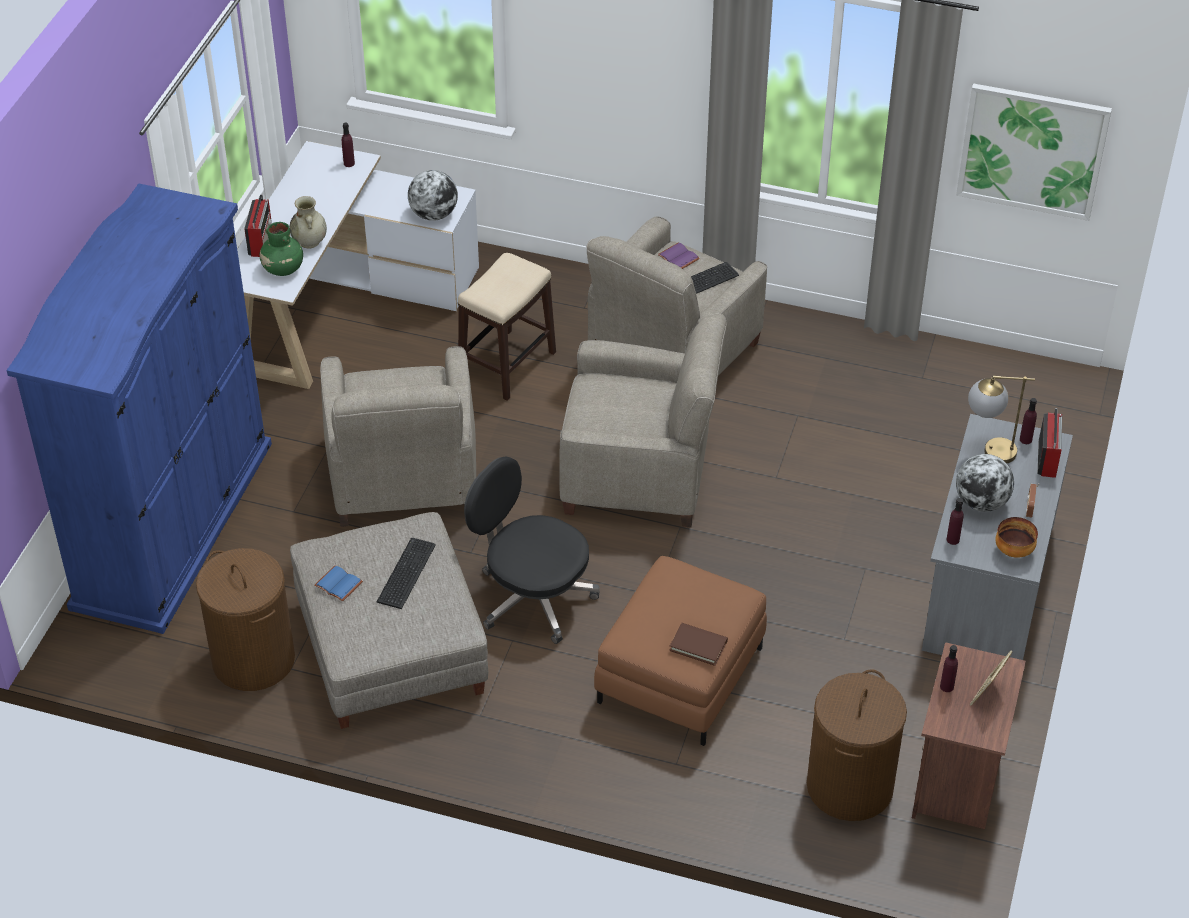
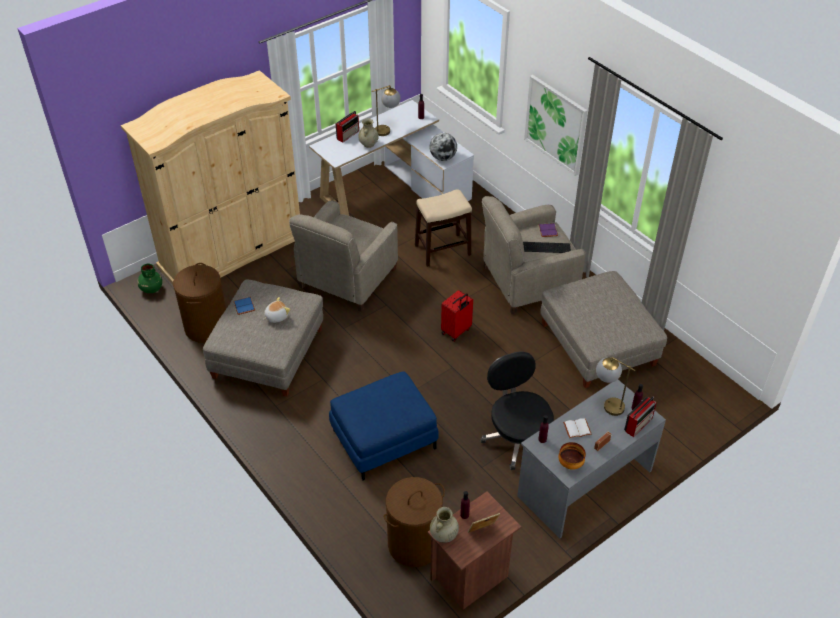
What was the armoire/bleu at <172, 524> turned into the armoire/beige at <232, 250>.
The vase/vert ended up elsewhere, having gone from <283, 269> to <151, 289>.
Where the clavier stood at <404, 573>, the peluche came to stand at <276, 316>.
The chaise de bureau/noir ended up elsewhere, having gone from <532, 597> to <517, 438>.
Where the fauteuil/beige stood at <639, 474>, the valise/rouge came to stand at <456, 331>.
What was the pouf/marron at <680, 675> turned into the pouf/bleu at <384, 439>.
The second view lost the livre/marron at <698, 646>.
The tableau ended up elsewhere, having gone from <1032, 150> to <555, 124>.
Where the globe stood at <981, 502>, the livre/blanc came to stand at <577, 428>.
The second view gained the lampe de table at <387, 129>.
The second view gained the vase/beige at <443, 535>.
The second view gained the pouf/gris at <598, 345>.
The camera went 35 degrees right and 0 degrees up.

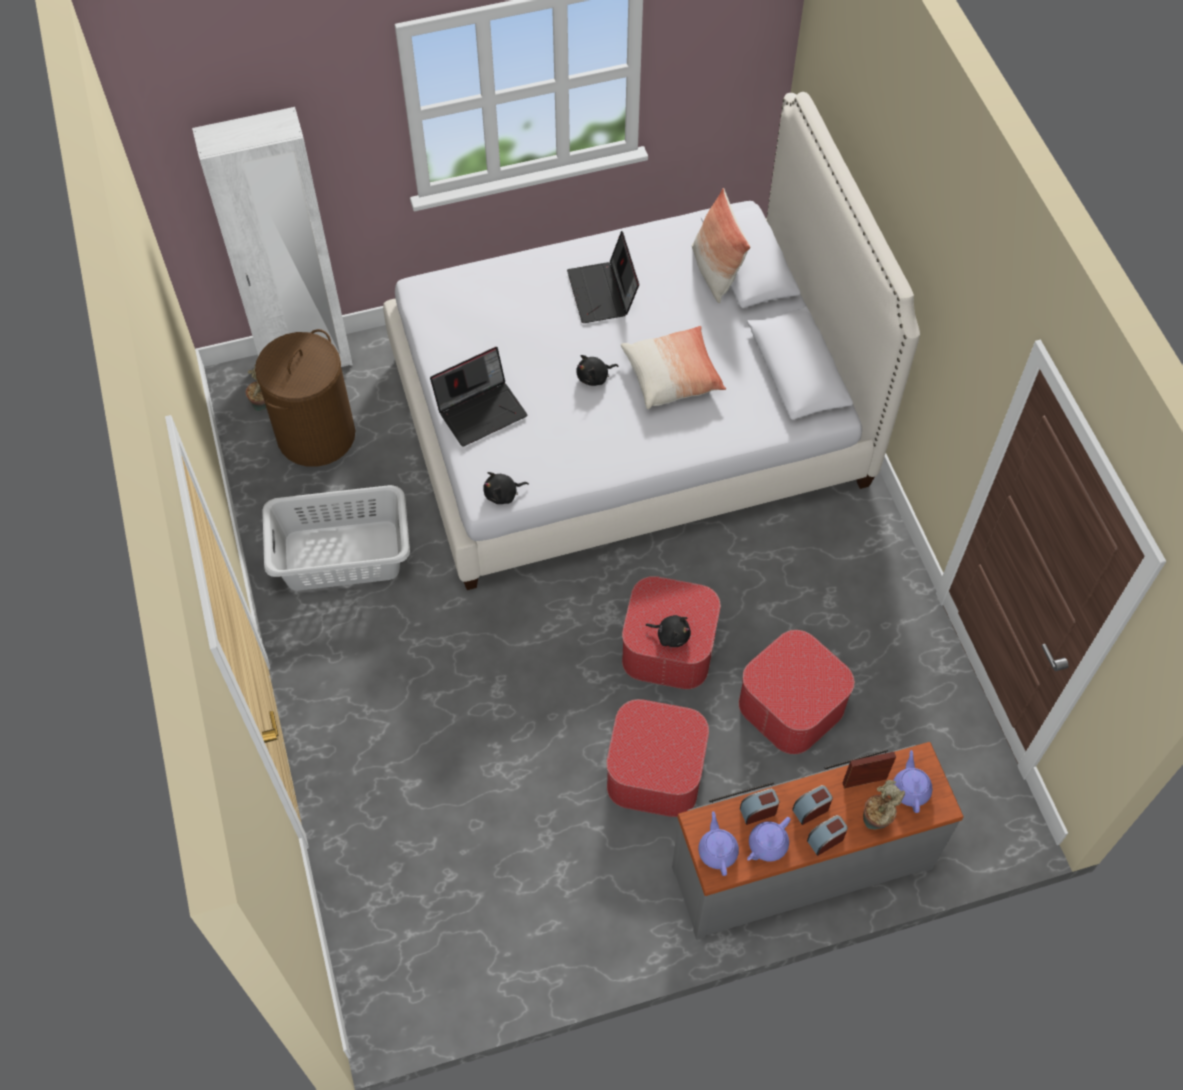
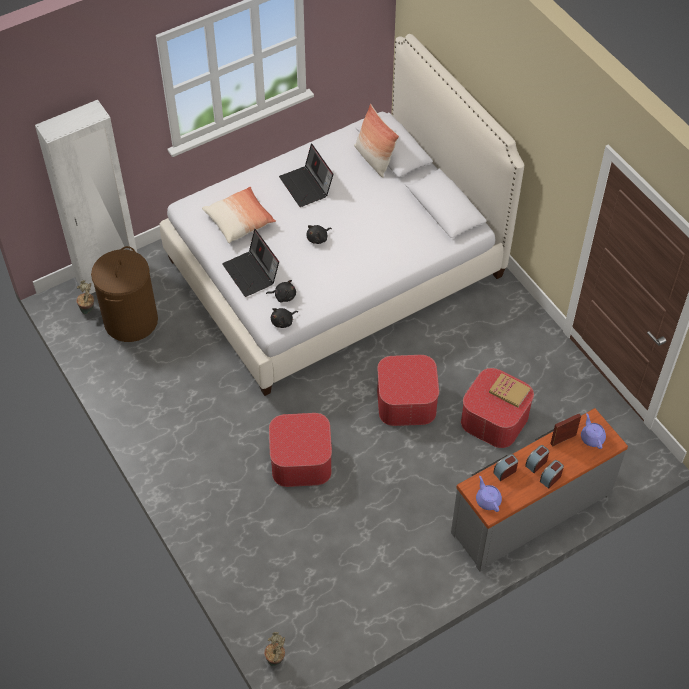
The second view lost the panier à linge/gris at <341, 555>.
The ordinateur portable at <481, 410> ended up facing another way, 105 degrees clockwise from before.
The pouf ended up elsewhere, having gone from <655, 770> to <301, 460>.
The coussin ended up elsewhere, having gone from <672, 376> to <239, 221>.
The peluche/noir ended up elsewhere, having gone from <671, 635> to <283, 296>.
The second view lost the théière/violet at <767, 845>.
The plante en pot ended up elsewhere, having gone from <877, 821> to <276, 660>.
The second view gained the livre at <509, 391>.
The camera went 15 degrees left and 5 degrees down.

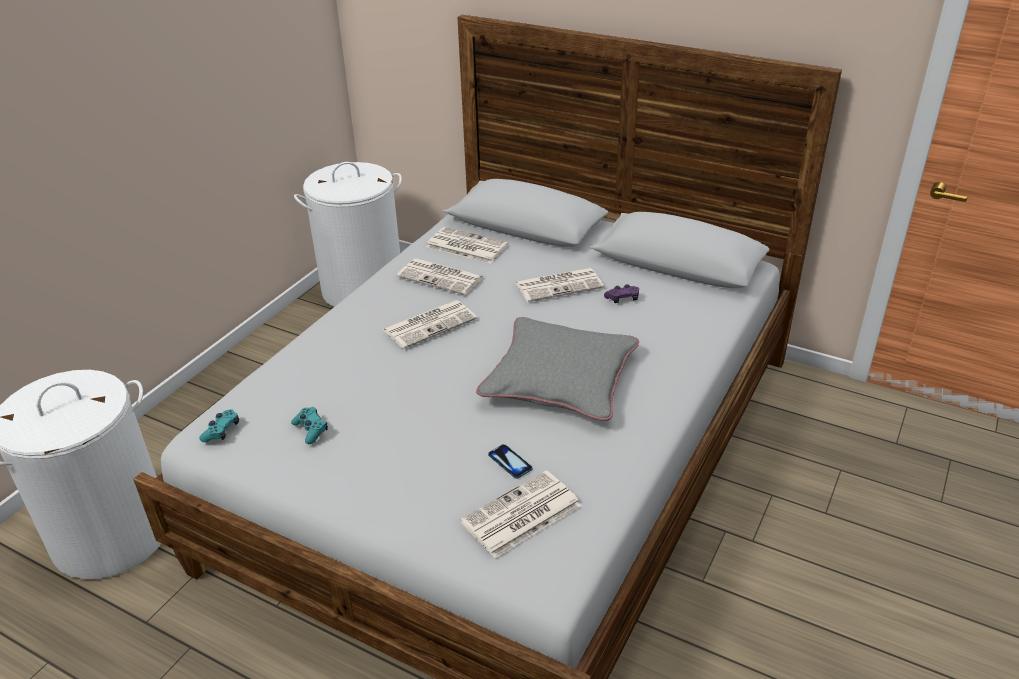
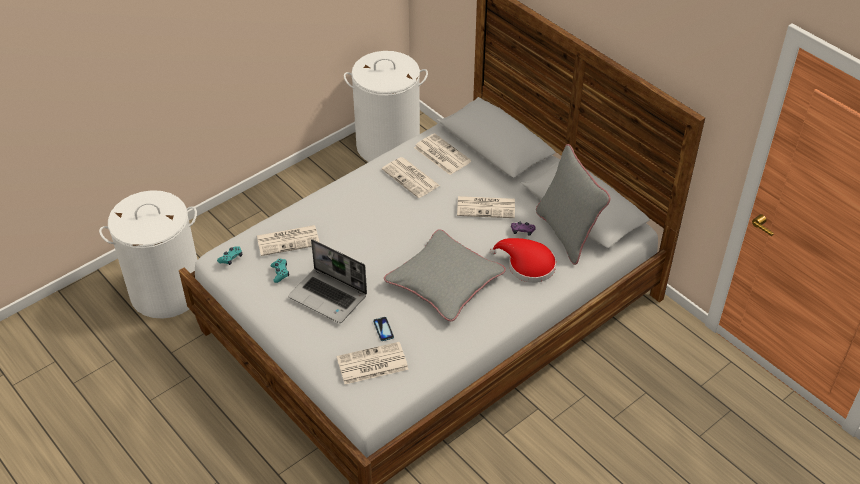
The journal ended up elsewhere, having gone from <430, 324> to <289, 240>.
The second view gained the ordinateur portable at <329, 296>.
The second view gained the chapeau/rouge at <527, 265>.
The second view gained the coussin/gris at <567, 233>.
The camera went 20 degrees right and 10 degrees up.

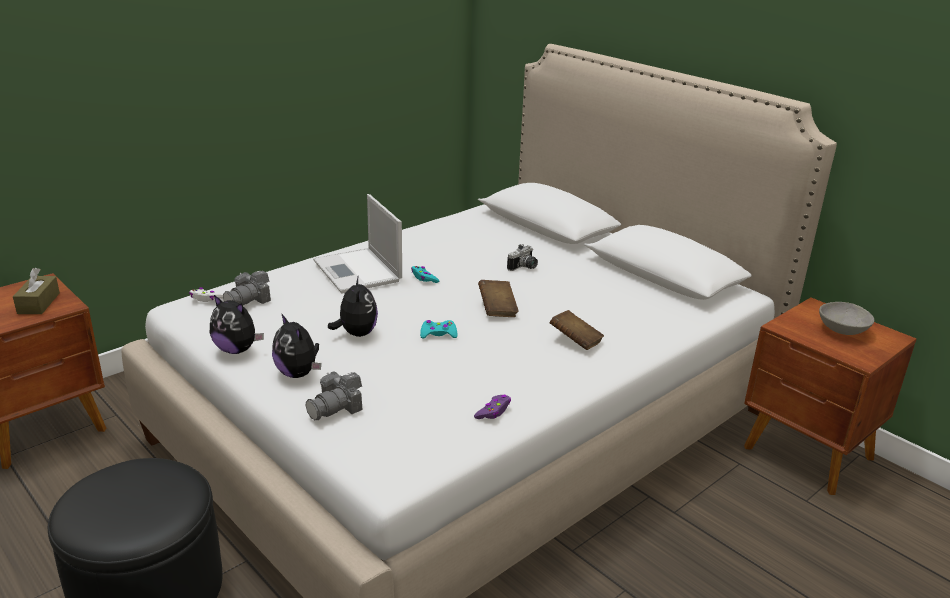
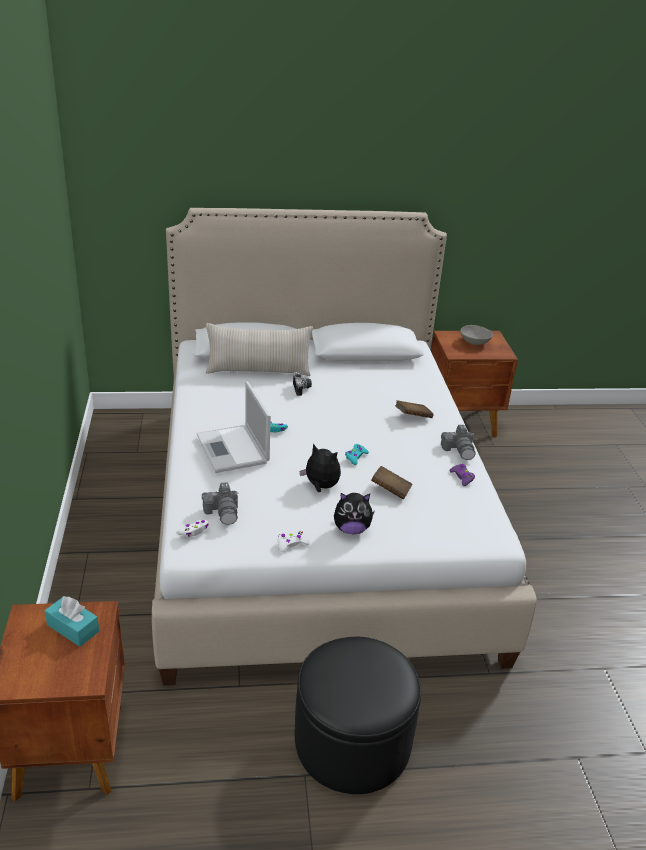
What was the boîte à mouchoirs/marron at <38, 303> turned into the boîte à mouchoirs/turquoise at <73, 628>.
Where the peluche stood at <237, 350>, the manette/blanc came to stand at <292, 543>.
The appareil photo ended up elsewhere, having gone from <336, 407> to <459, 450>.
The ordinateur portable at <358, 272> ended up facing another way, 60 degrees clockwise from before.
The livre/marron ended up elsewhere, having gone from <497, 309> to <390, 491>.
The second view gained the coussin/beige at <258, 371>.
The camera went 55 degrees left and 5 degrees up.

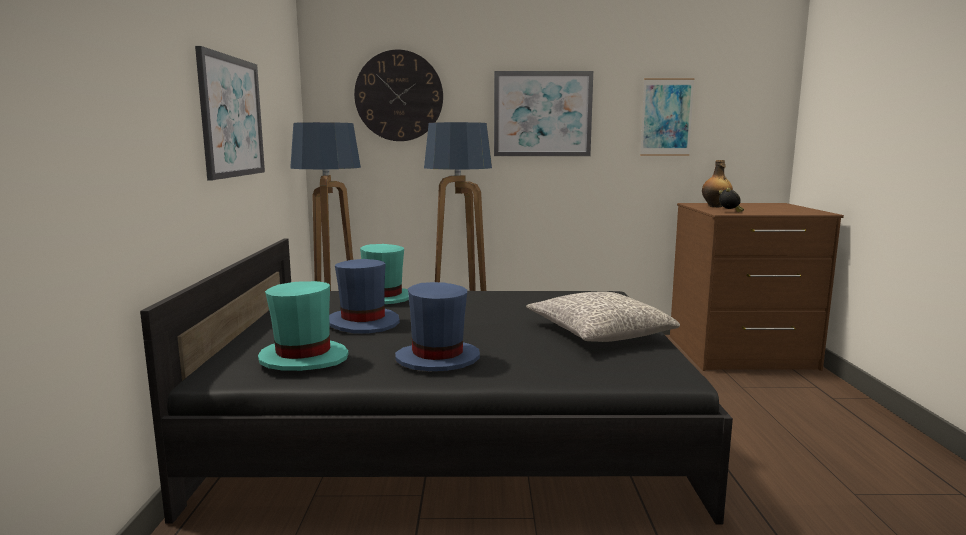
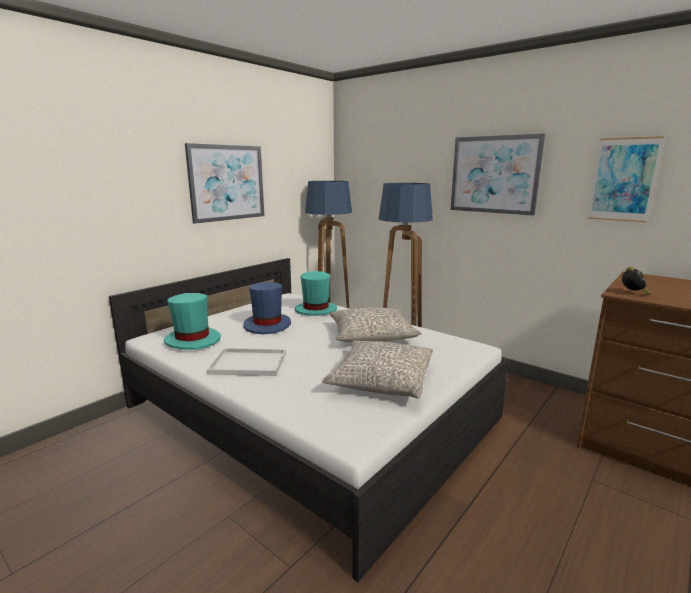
What was the lit/noir at <452, 427> turned into the lit/blanc at <310, 412>.
The second view lost the horloge murale at <399, 96>.
Where the chapeau/bleu stood at <437, 359>, the plateau/blanc came to stand at <246, 363>.
The second view lost the bouteille at <715, 206>.
The second view gained the coussin/gris at <372, 335>.
The camera went 40 degrees right and 5 degrees up.

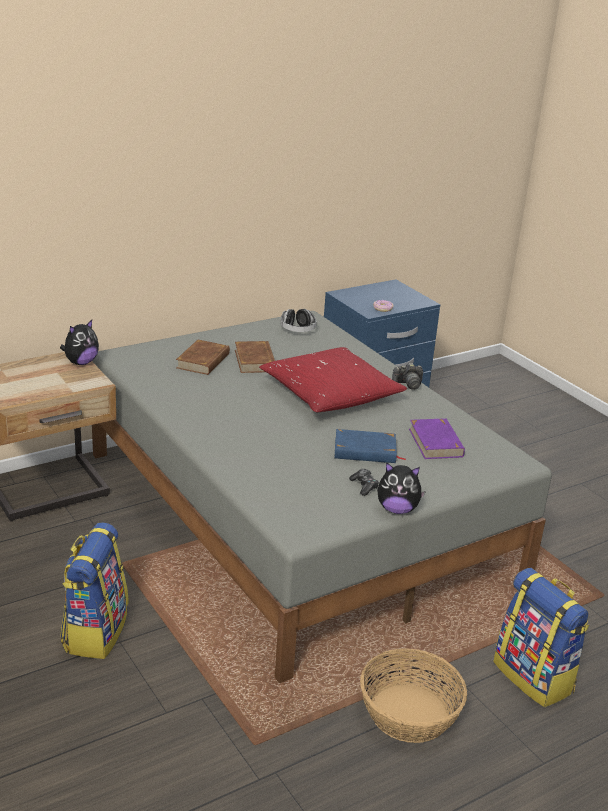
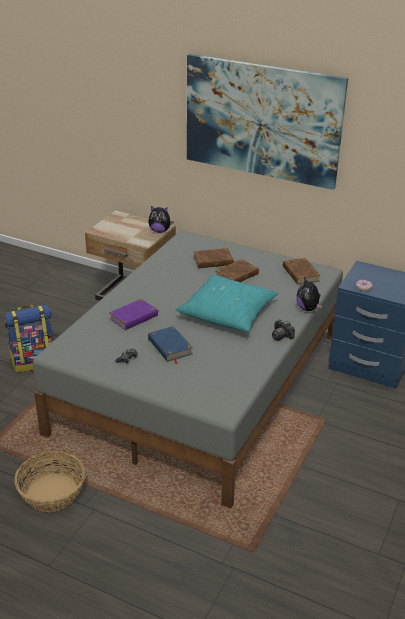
What was the coussin/rouge at <330, 394> turned into the coussin/turquoise at <227, 313>.
Where the casque audio stood at <297, 330>, the livre/marron came to stand at <300, 274>.
The peluche ended up elsewhere, having gone from <397, 509> to <308, 308>.
The livre/violet ended up elsewhere, having gone from <436, 442> to <134, 317>.
The second view lost the sac à dos at <534, 677>.
The second view gained the tableau at <262, 121>.
The camera went 60 degrees right and 5 degrees up.

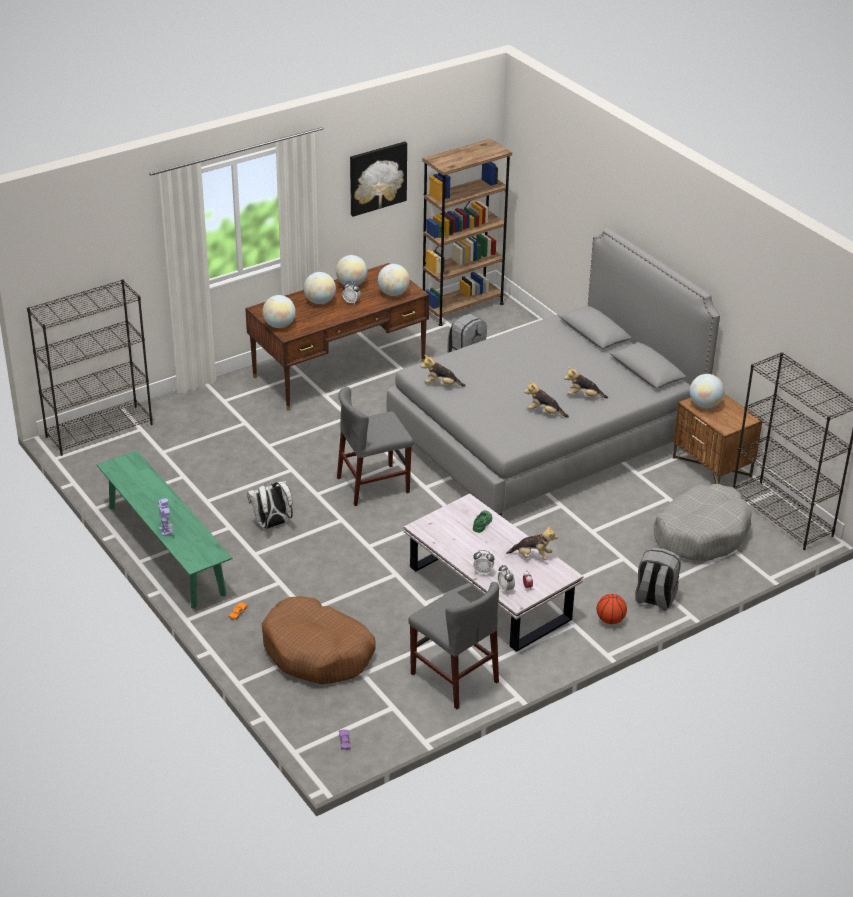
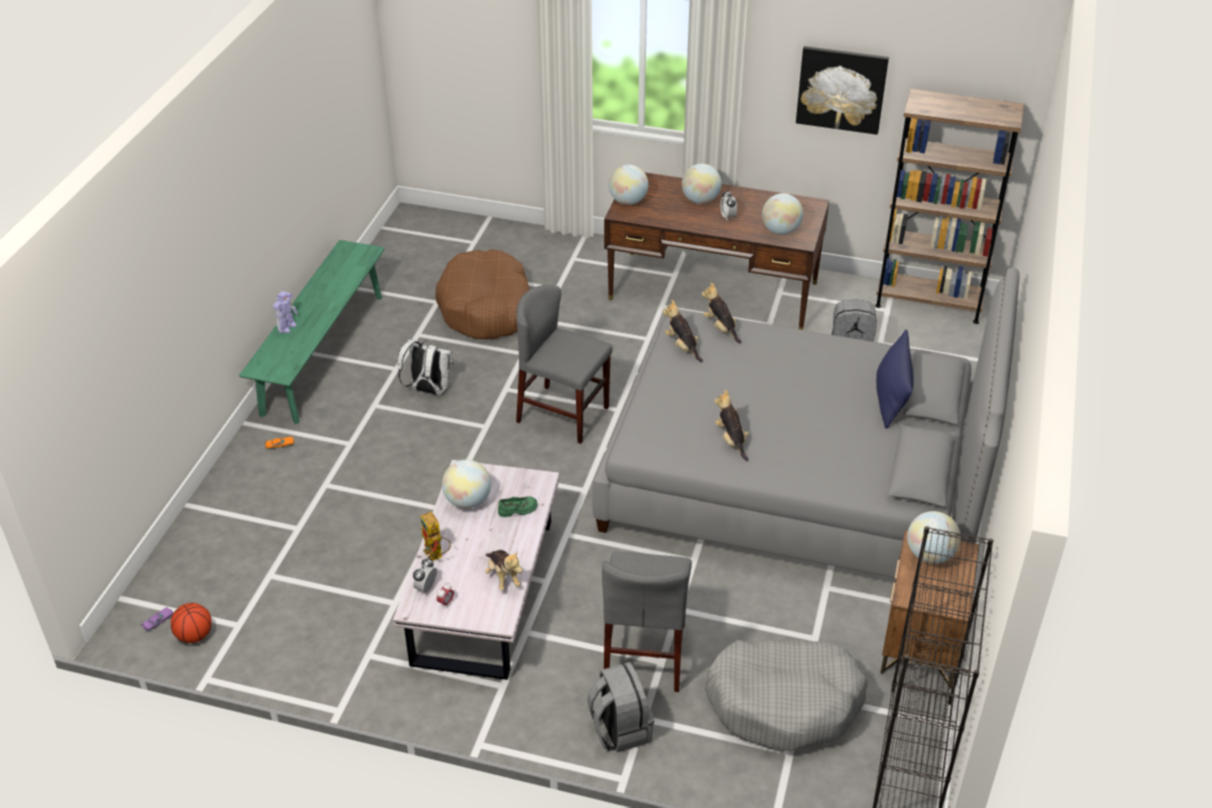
The second view lost the bibliothèque/noir at <99, 430>.
The panier pour chien/marron ended up elsewhere, having gone from <317, 652> to <486, 308>.
The globe ended up elsewhere, having gone from <351, 284> to <467, 501>.
The chaise/gris ended up elsewhere, having gone from <454, 677> to <645, 654>.
Where the réveil stood at <483, 572>, the robot jouet came to stand at <436, 556>.
The peluche ended up elsewhere, having gone from <584, 396> to <721, 328>.
The ballon de basket ended up elsewhere, having gone from <610, 620> to <195, 636>.
The second view gained the coussin/bleu at <891, 397>.
The camera went 50 degrees right and 5 degrees up.

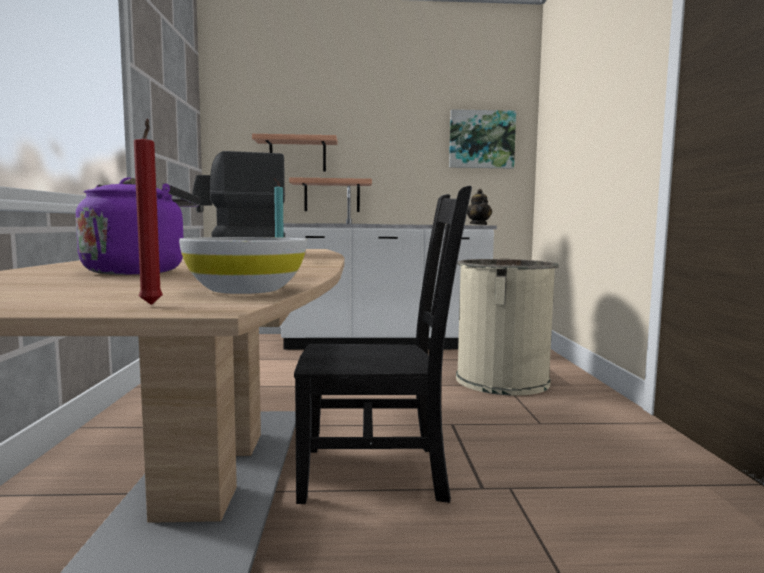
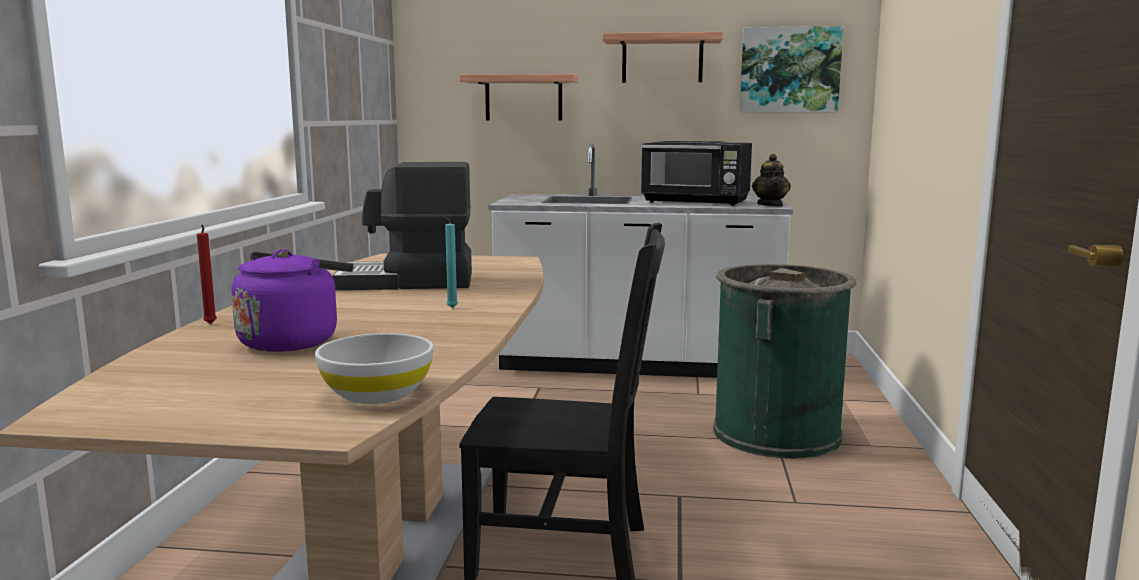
The bougie/rouge ended up elsewhere, having gone from <151, 305> to <210, 324>.
The étagère ended up elsewhere, having gone from <332, 196> to <662, 59>.
What was the poubelle/beige at <502, 380> turned into the poubelle/vert at <776, 433>.
The second view gained the micro-ondes/noir at <696, 202>.
The camera went 10 degrees right and 5 degrees up.

